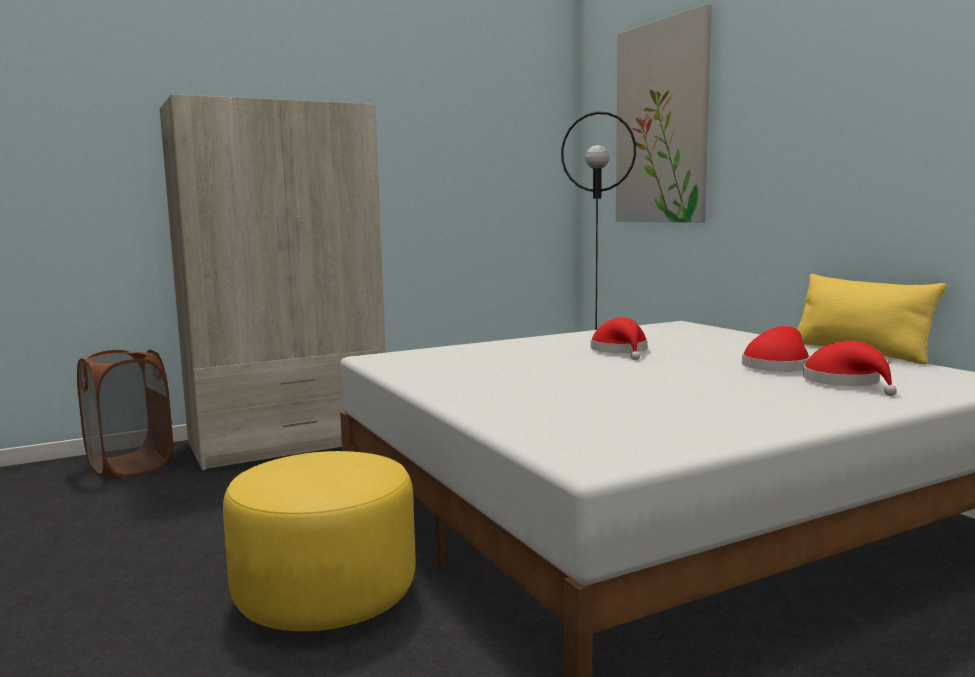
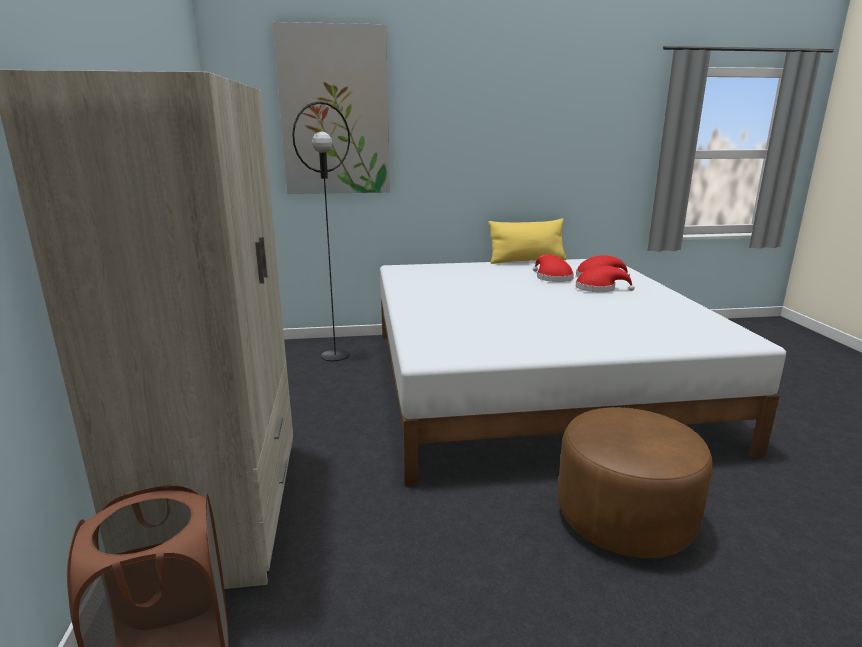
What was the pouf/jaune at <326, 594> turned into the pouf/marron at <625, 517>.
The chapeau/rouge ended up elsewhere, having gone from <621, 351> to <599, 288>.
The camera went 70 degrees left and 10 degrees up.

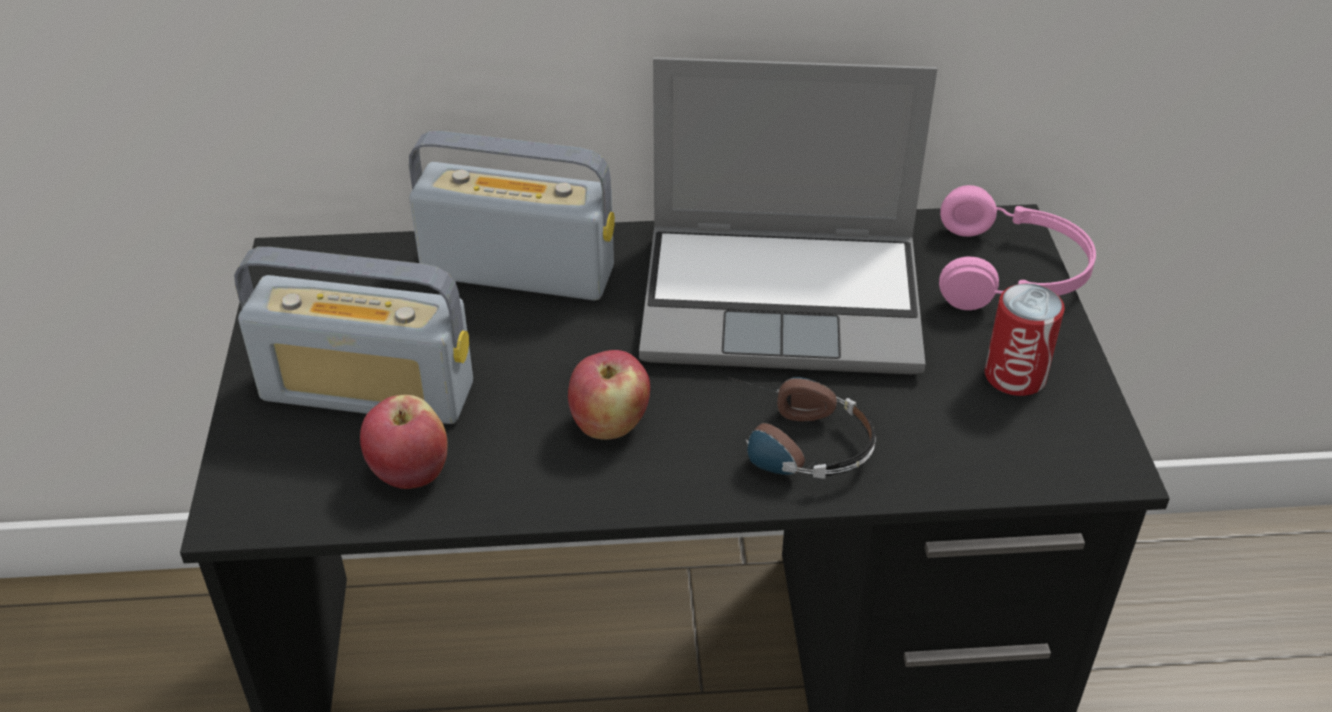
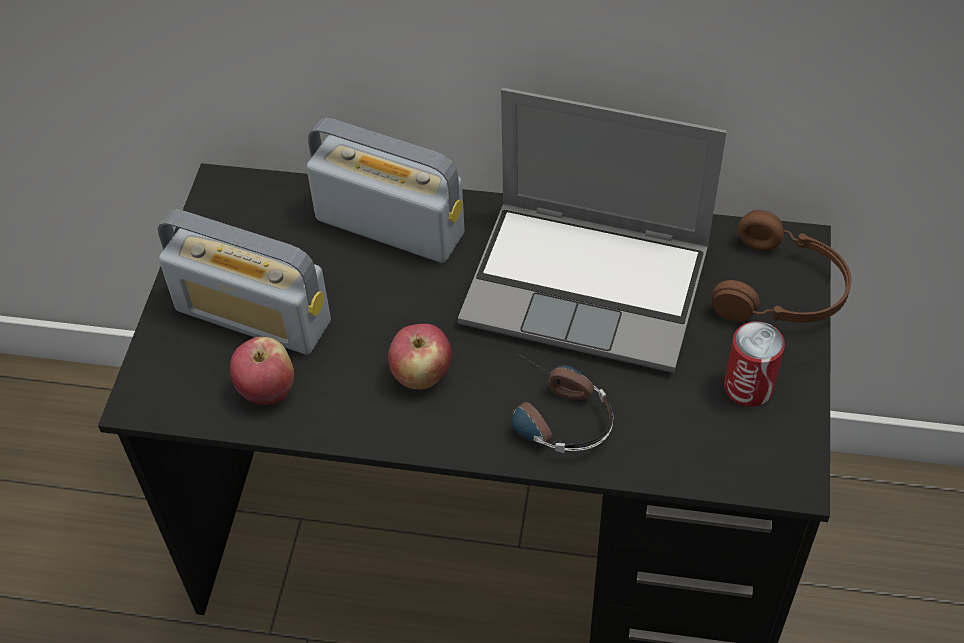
What was the casque audio/rose at <1011, 272> turned into the casque audio/marron at <782, 290>.
The camera went 15 degrees right and 10 degrees up.

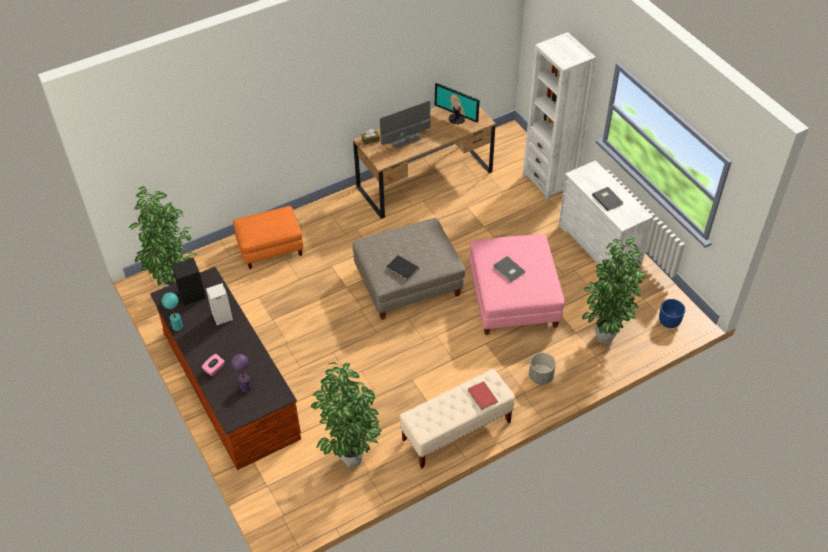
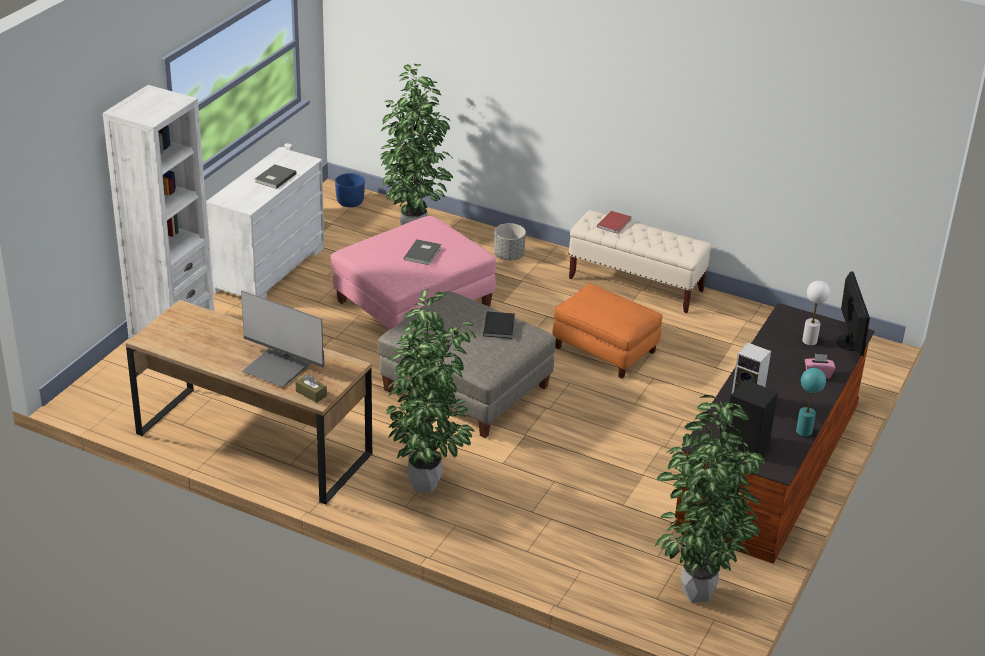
What was the lampe de table/violet at <245, 387> turned into the lampe de table/blanc at <809, 341>.
The pouf/orange ended up elsewhere, having gone from <271, 247> to <604, 350>.
The plante en pot ended up elsewhere, having gone from <350, 461> to <428, 485>.
The écran d'ordinateur ended up elsewhere, having gone from <456, 118> to <849, 342>.
The camera went 125 degrees left and 15 degrees down.

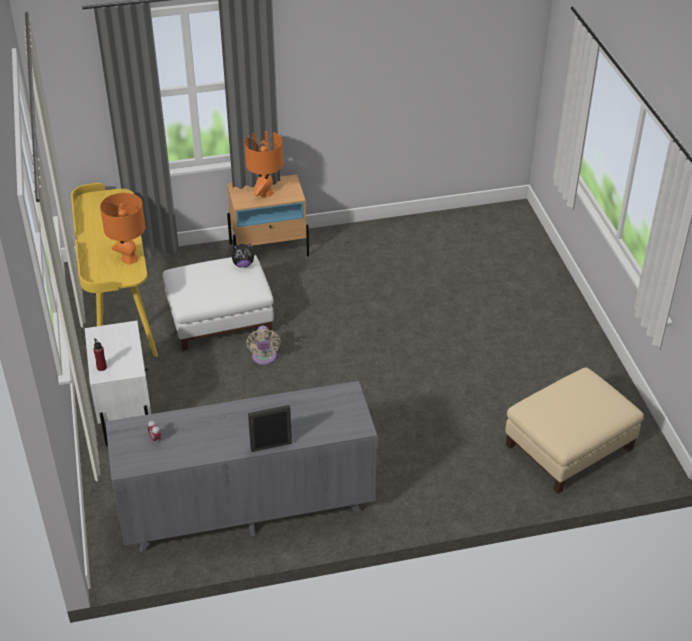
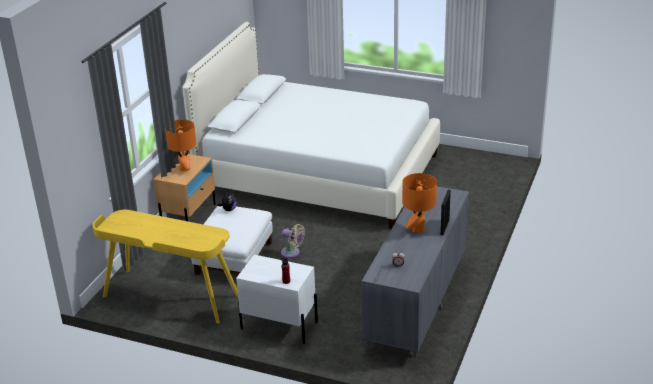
The lampe de table/orange ended up elsewhere, having gone from <129, 259> to <418, 229>.
The second view lost the pouf/beige at <569, 447>.
The second view gained the lit/blanc at <319, 173>.
The camera went 55 degrees left and 10 degrees down.

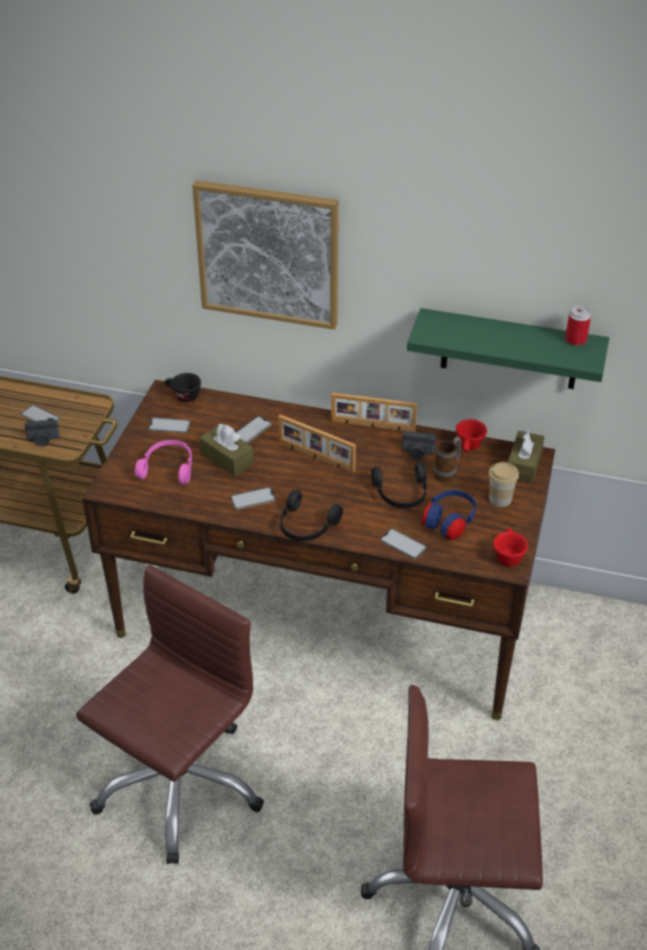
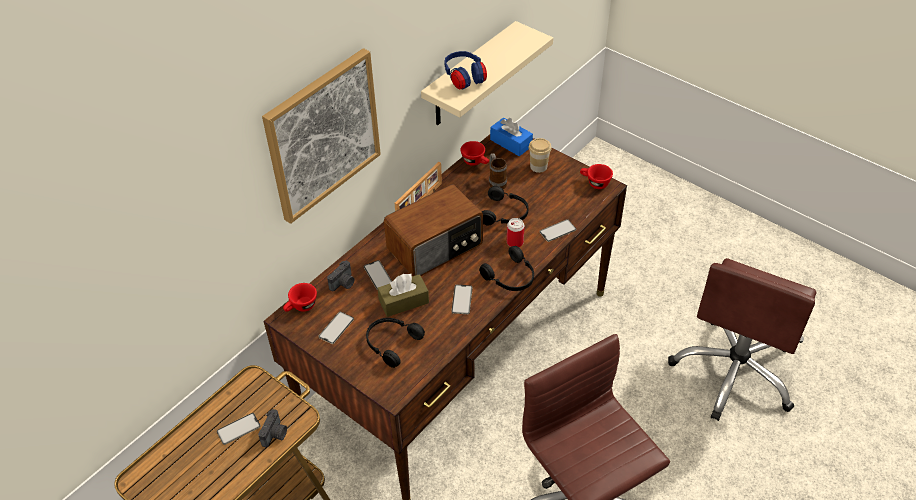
What was the casque audio/rose at <168, 467> turned into the casque audio/noir at <391, 343>.
What was the tasse/noir at <183, 395> turned into the tasse/rouge at <301, 307>.
Where the cadre photo stood at <315, 457>, the radio came to stand at <436, 247>.
The appareil photo ended up elsewhere, having gone from <417, 453> to <343, 283>.
What was the étagère/vert at <510, 350> turned into the étagère/beige at <470, 76>.
The casque audio/bleu ended up elsewhere, having gone from <449, 524> to <464, 79>.
What was the boîte à mouchoirs/marron at <524, 465> turned into the boîte à mouchoirs/bleu at <511, 143>.
The boîte métallique ended up elsewhere, having gone from <575, 340> to <515, 242>.
The camera went 65 degrees left and 5 degrees up.

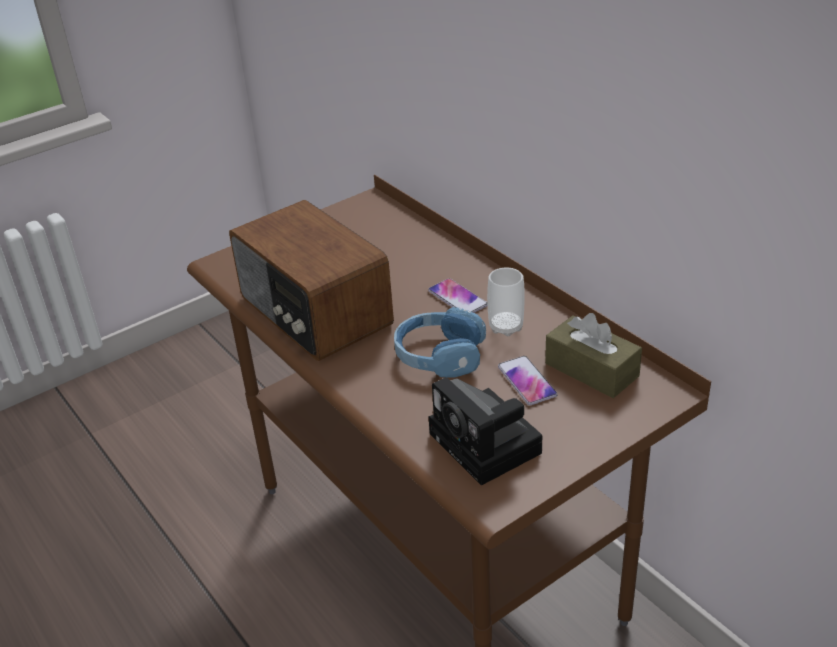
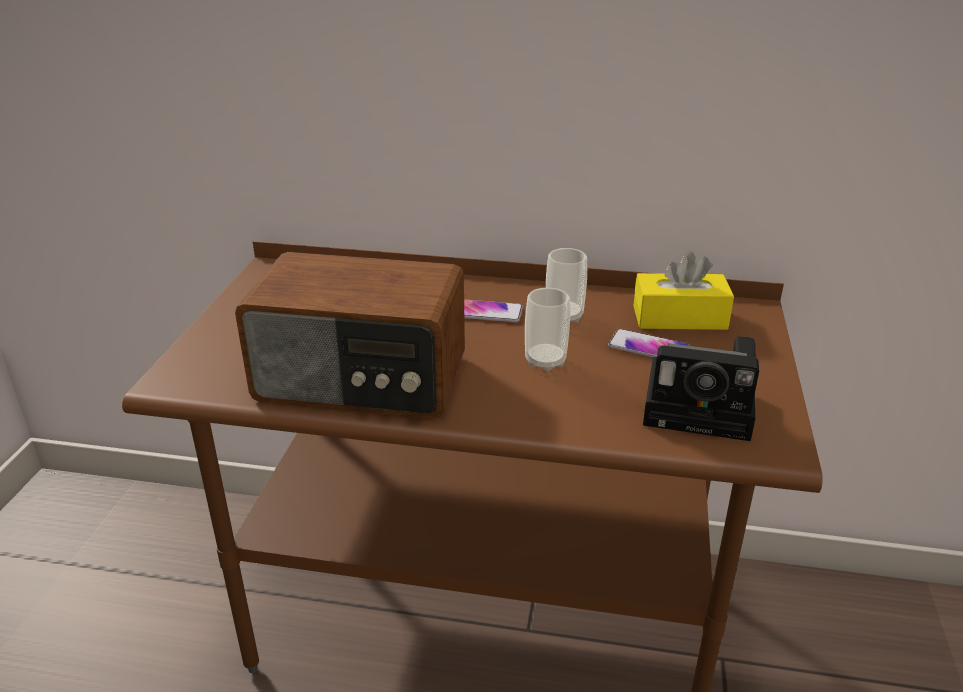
Where the casque audio/bleu stood at <439, 356>, the tasse came to stand at <545, 361>.
What was the boîte à mouchoirs/marron at <591, 370> turned into the boîte à mouchoirs/jaune at <679, 318>.
The camera went 45 degrees left and 5 degrees down.

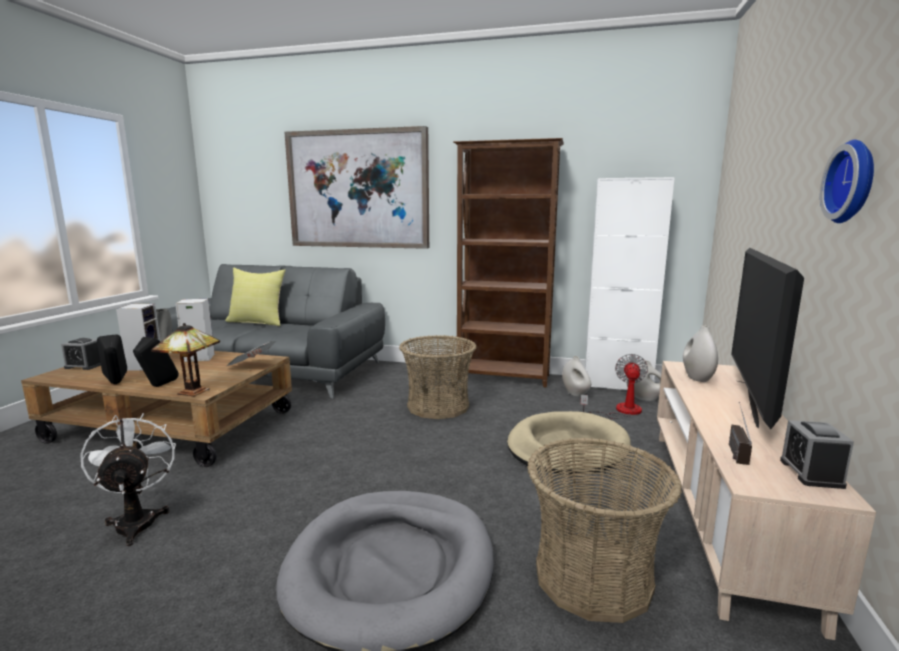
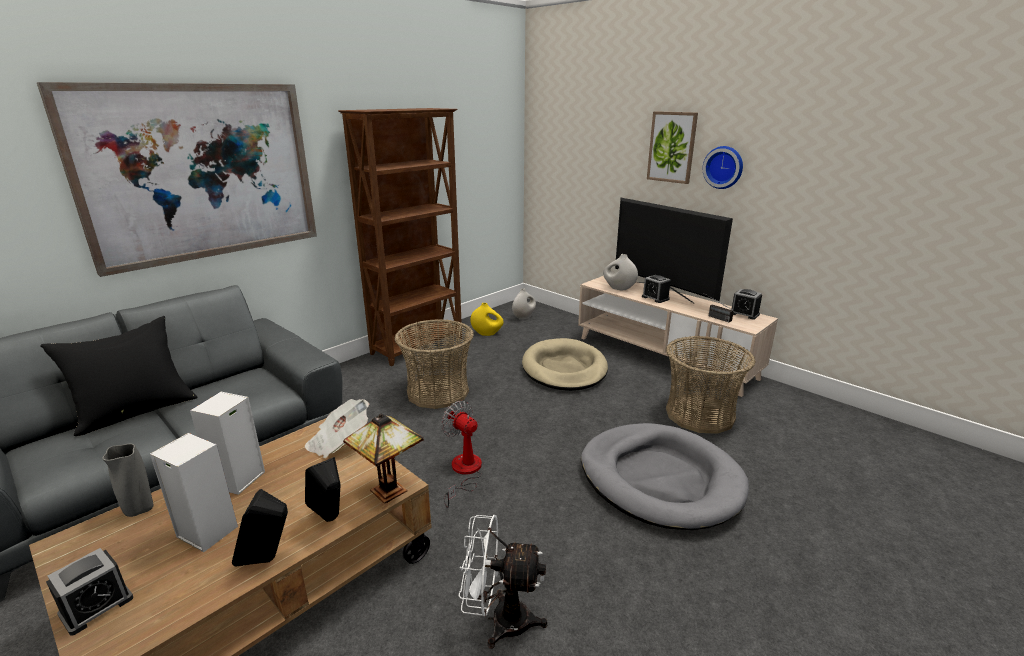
What was the coussin/jaune at <258, 322> turned into the coussin/noir at <136, 411>.
What was the vase/blanc at <575, 393> turned into the vase/jaune at <487, 333>.
The ventilateur ended up elsewhere, having gone from <621, 411> to <464, 472>.
The second view lost the meuble de rangement/blanc at <617, 385>.
The second view gained the réveil at <655, 298>.
The second view gained the tableau at <672, 147>.
The camera went 60 degrees left and 10 degrees up.

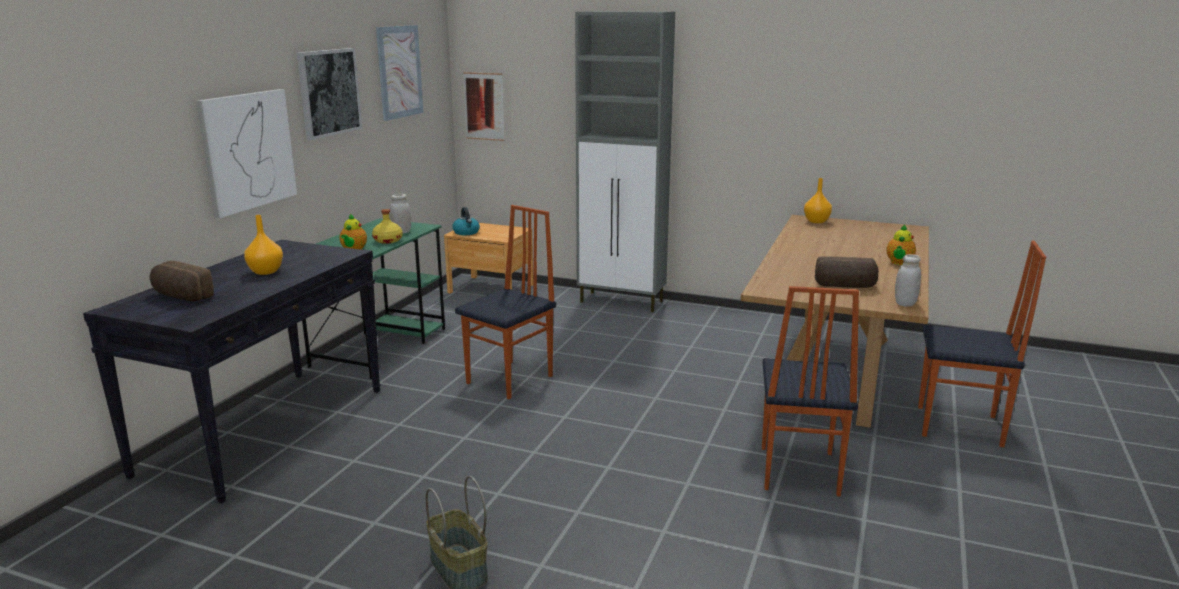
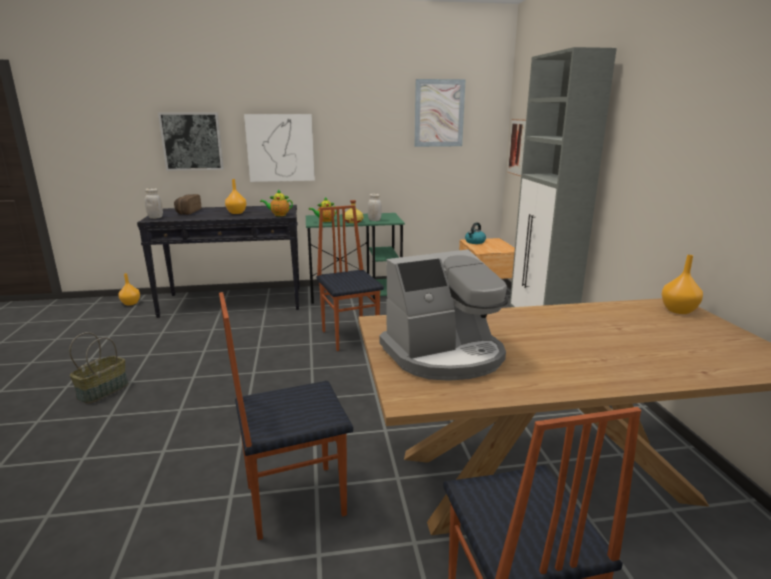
The tableau ended up elsewhere, having gone from <328, 92> to <192, 141>.
The chaise at <511, 379> ended up facing another way, 120 degrees counterclockwise from before.
Where the pain stood at <845, 286>, the machine à café came to stand at <444, 355>.
The théière ended up elsewhere, having gone from <899, 263> to <278, 215>.
The bocal/blanc ended up elsewhere, having gone from <905, 303> to <155, 217>.
The second view gained the vase/orange at <130, 303>.
The camera went 60 degrees right and 0 degrees up.

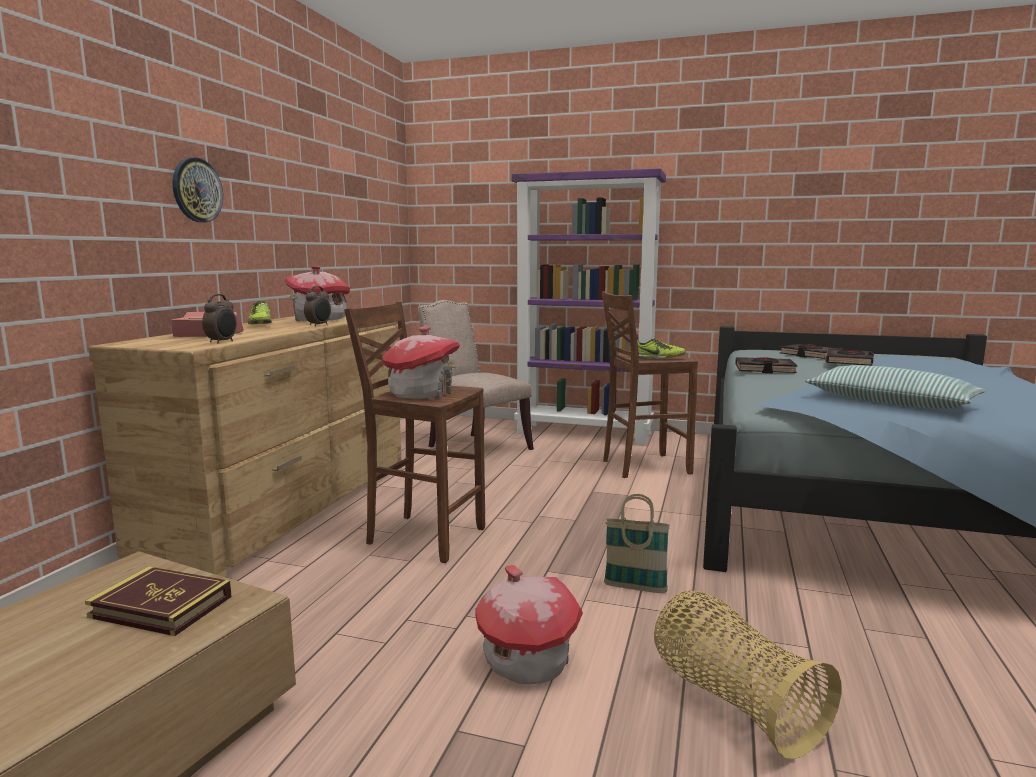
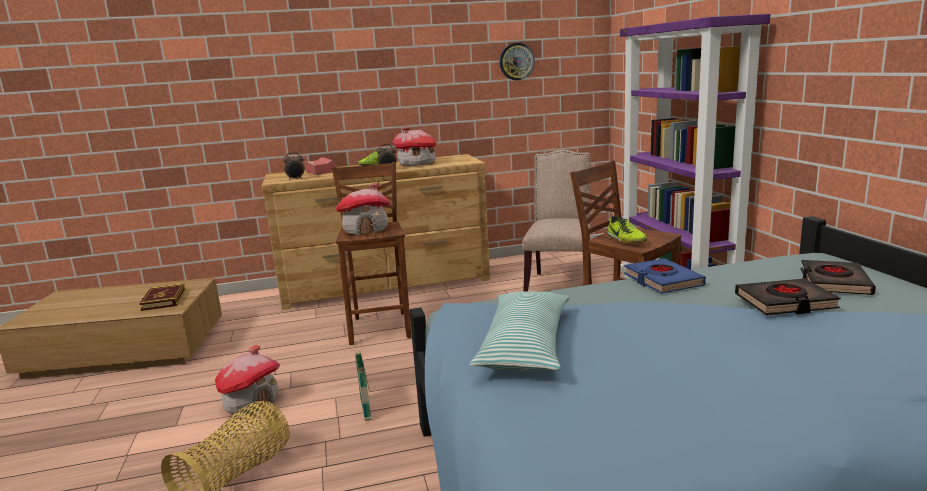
The horloge murale ended up elsewhere, having gone from <197, 190> to <516, 61>.
What was the livre/noir at <764, 370> turned into the livre/bleu at <662, 281>.
The camera went 60 degrees right and 5 degrees up.

